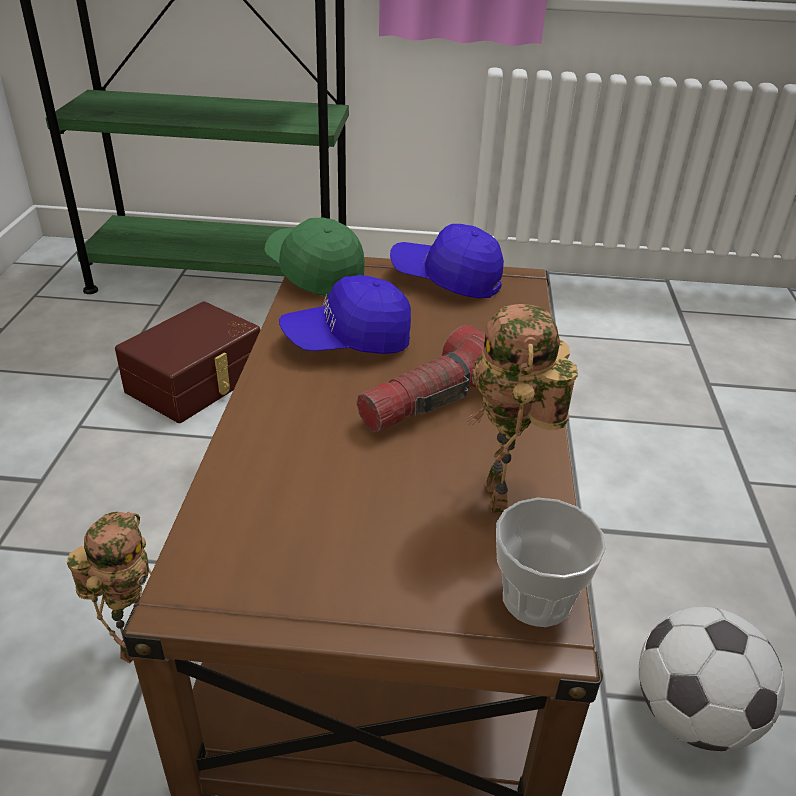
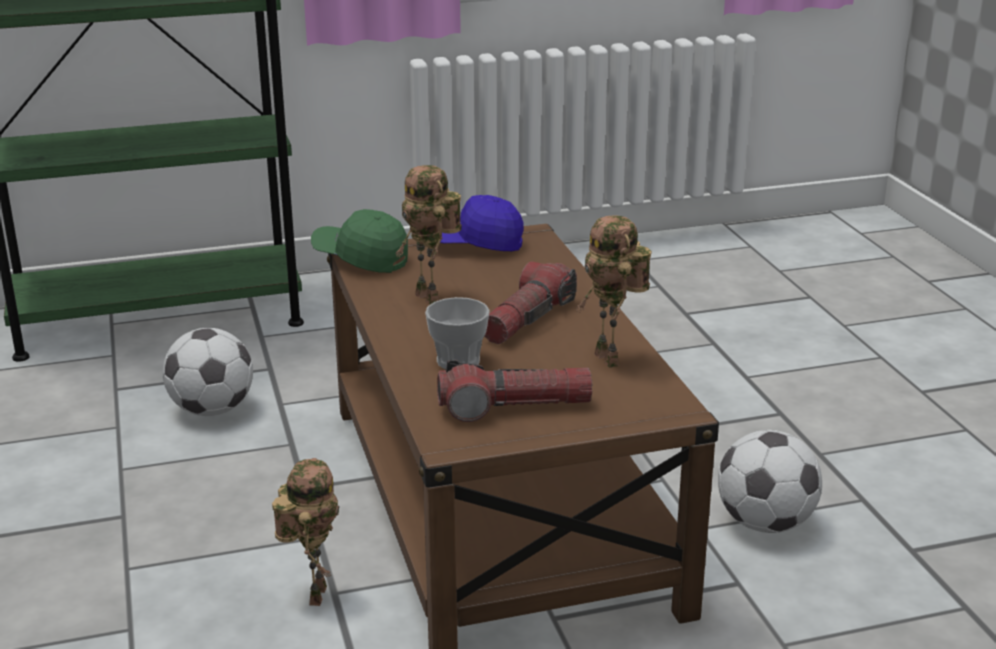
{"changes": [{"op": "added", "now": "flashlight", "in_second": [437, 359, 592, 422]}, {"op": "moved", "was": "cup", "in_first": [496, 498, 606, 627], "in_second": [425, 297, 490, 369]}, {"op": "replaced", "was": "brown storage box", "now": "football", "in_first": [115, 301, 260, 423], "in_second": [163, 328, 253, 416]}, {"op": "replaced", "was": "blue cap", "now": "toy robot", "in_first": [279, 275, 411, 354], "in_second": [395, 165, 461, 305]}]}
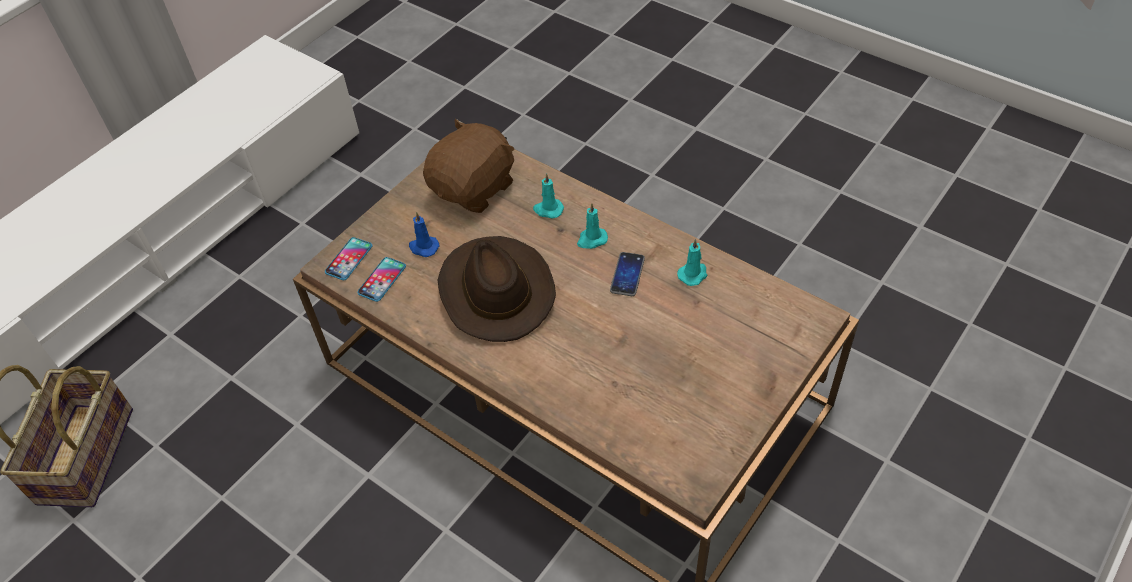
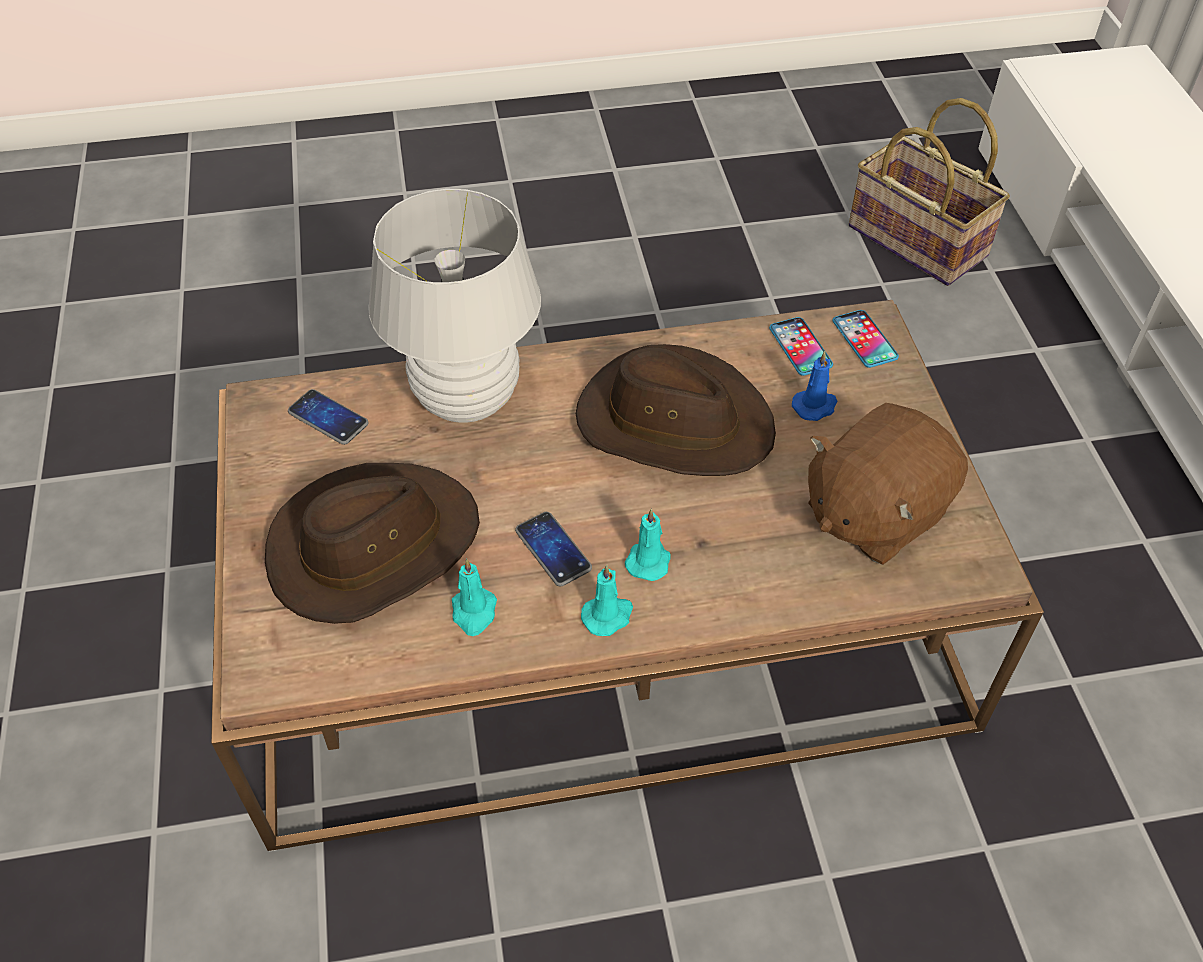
{"changes": [{"op": "added", "now": "brown hat", "in_second": [265, 463, 480, 624]}, {"op": "added", "now": "phone", "in_second": [288, 389, 369, 445]}, {"op": "added", "now": "white table lamp", "in_second": [368, 189, 541, 423]}, {"op": "moved", "was": "turquoise candle", "in_first": [533, 173, 564, 219], "in_second": [581, 565, 633, 636]}, {"op": "turned", "was": "brown plush toy", "in_first": [423, 119, 515, 213], "in_second": [808, 403, 968, 565], "clockwise": 60}]}
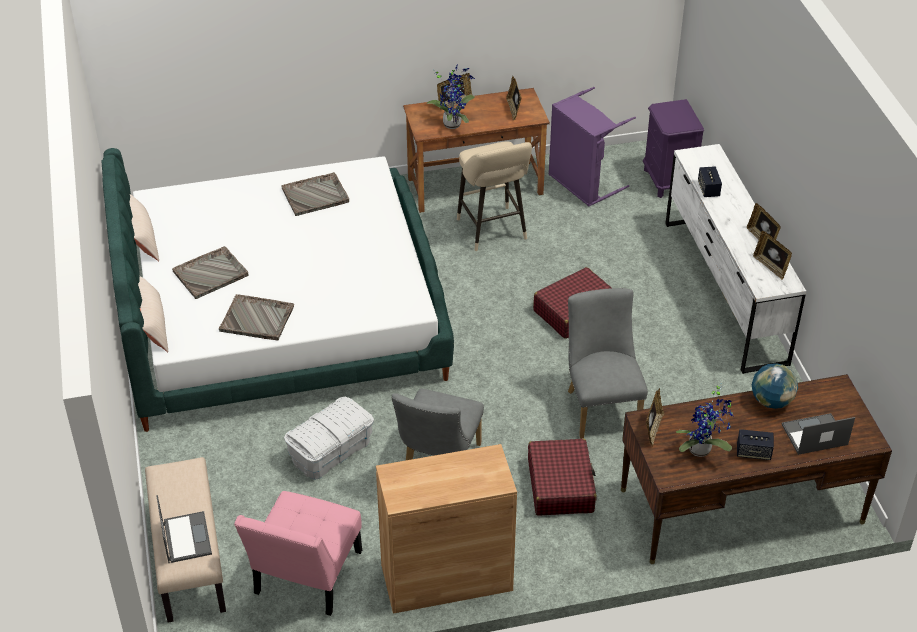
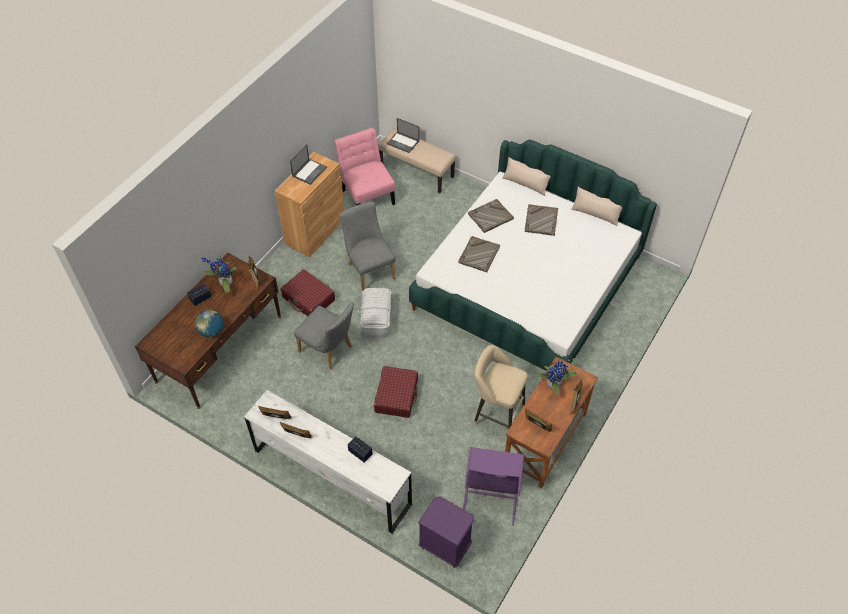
{"changes": [{"op": "moved", "was": "grey tray", "in_first": [281, 172, 349, 216], "in_second": [458, 236, 500, 272]}, {"op": "moved", "was": "white storage box", "in_first": [284, 397, 374, 480], "in_second": [360, 288, 391, 338]}, {"op": "moved", "was": "laptop", "in_first": [781, 413, 855, 455], "in_second": [290, 144, 327, 185]}]}
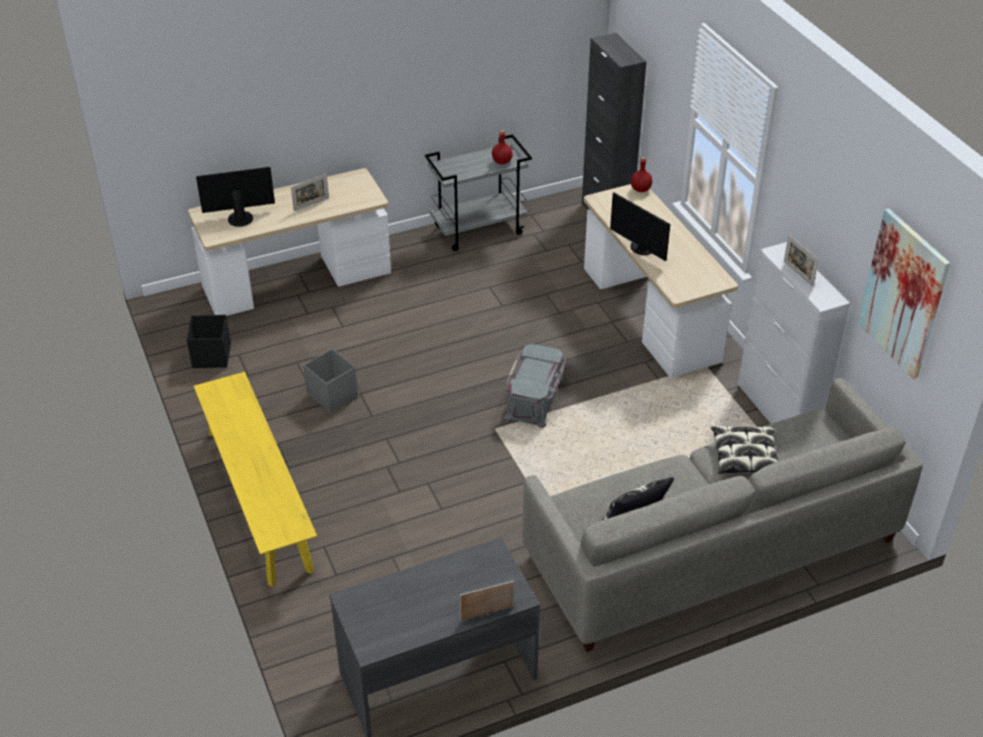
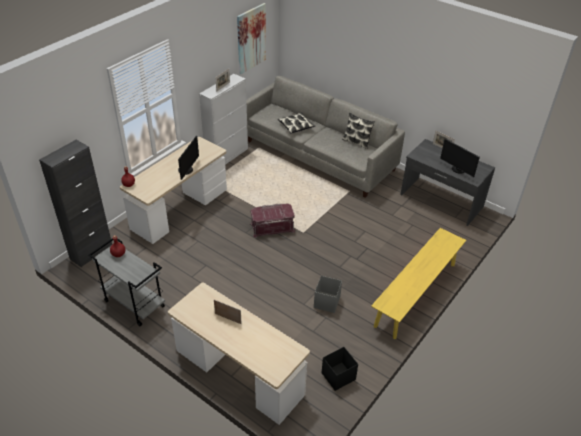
{"changes": [{"op": "moved", "was": "monitor", "in_first": [196, 167, 275, 227], "in_second": [440, 139, 480, 177]}, {"op": "recoloured", "was": "grey storage box", "now": "red storage box", "in_first": [504, 344, 566, 428], "in_second": [250, 203, 295, 238]}]}
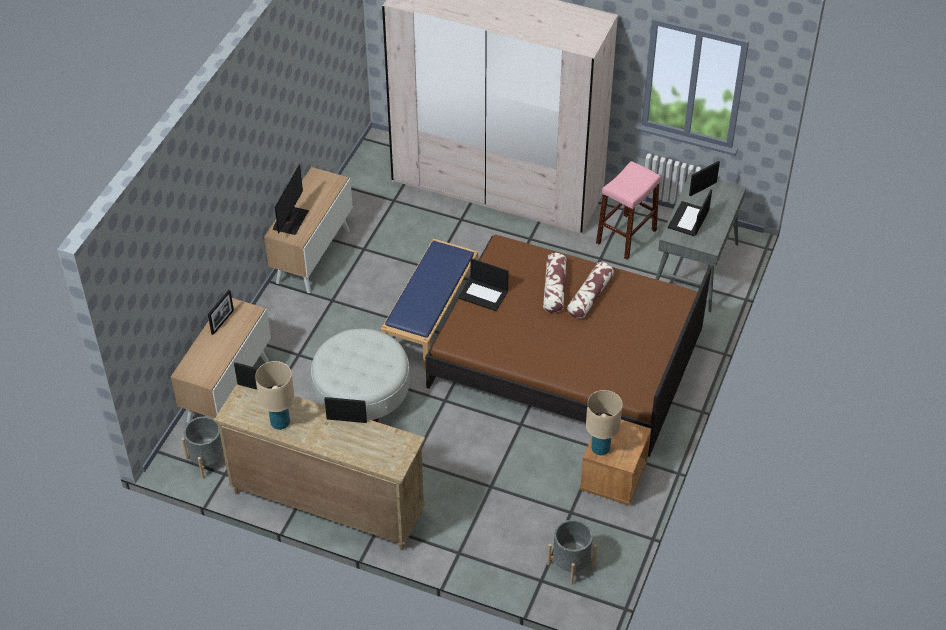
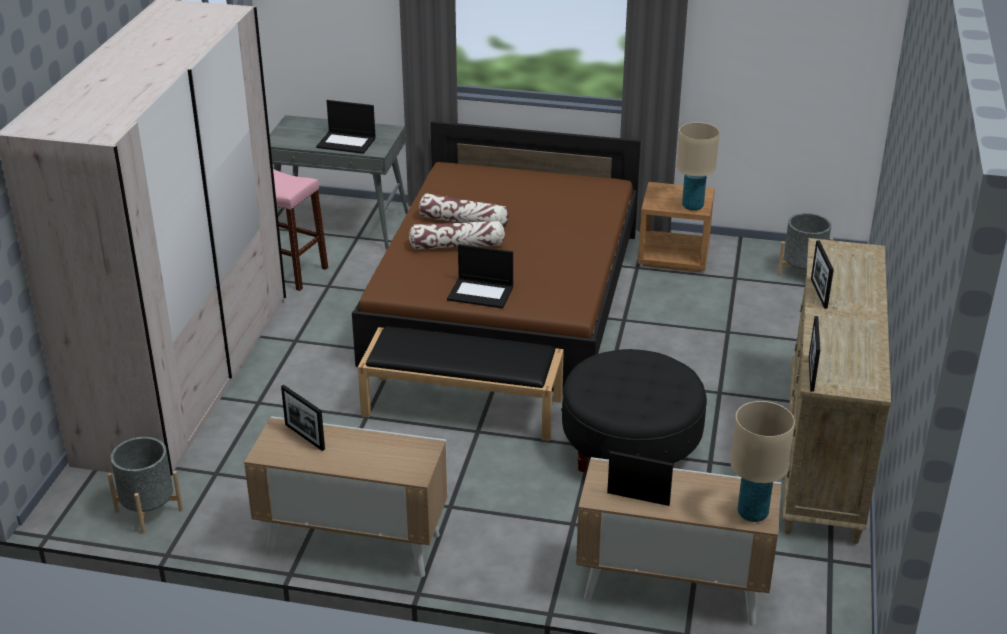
{"changes": [{"op": "removed", "was": "monitor", "in_first": [272, 164, 309, 235]}, {"op": "moved", "was": "grey planter", "in_first": [182, 416, 224, 479], "in_second": [107, 437, 183, 534]}, {"op": "moved", "was": "beige table lamp", "in_first": [255, 361, 295, 430], "in_second": [731, 401, 795, 522]}, {"op": "moved", "was": "picture frame", "in_first": [689, 161, 720, 196], "in_second": [281, 385, 325, 451]}, {"op": "recoloured", "was": "white ottoman", "now": "black ottoman", "in_first": [311, 328, 410, 422], "in_second": [561, 349, 707, 472]}, {"op": "recoloured", "was": "blue bench", "now": "black bench", "in_first": [381, 239, 478, 370], "in_second": [358, 327, 564, 441]}, {"op": "turned", "was": "laptop", "in_first": [458, 258, 509, 311], "in_second": [447, 244, 513, 308], "clockwise": 90}]}
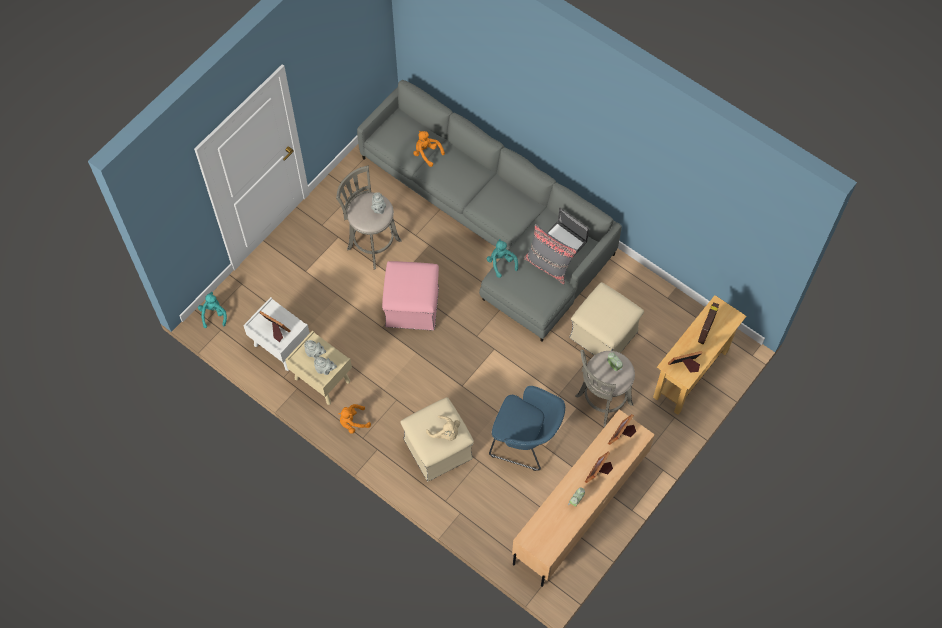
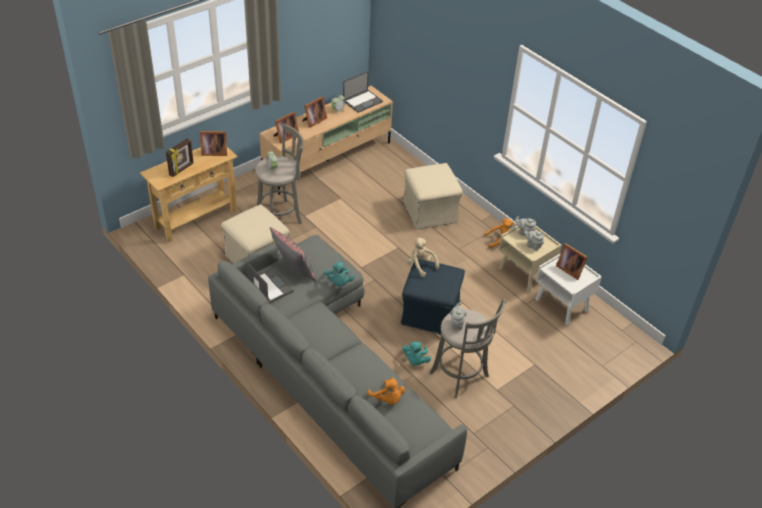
{"changes": [{"op": "removed", "was": "blue armchair", "in_first": [489, 386, 565, 471]}, {"op": "added", "now": "laptop", "in_second": [343, 71, 383, 113]}, {"op": "moved", "was": "turquoise plush toy", "in_first": [198, 292, 227, 328], "in_second": [402, 342, 431, 365]}, {"op": "moved", "was": "beige plush toy", "in_first": [426, 415, 460, 441], "in_second": [407, 238, 439, 277]}, {"op": "recoloured", "was": "pink ottoman", "now": "blue ottoman", "in_first": [382, 261, 439, 331], "in_second": [401, 259, 465, 334]}]}
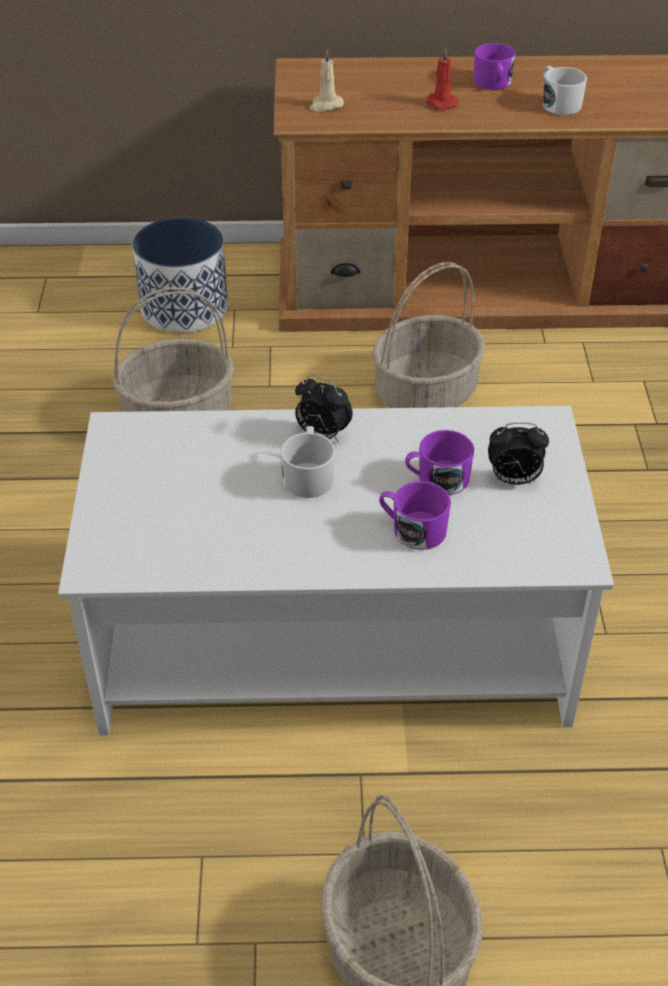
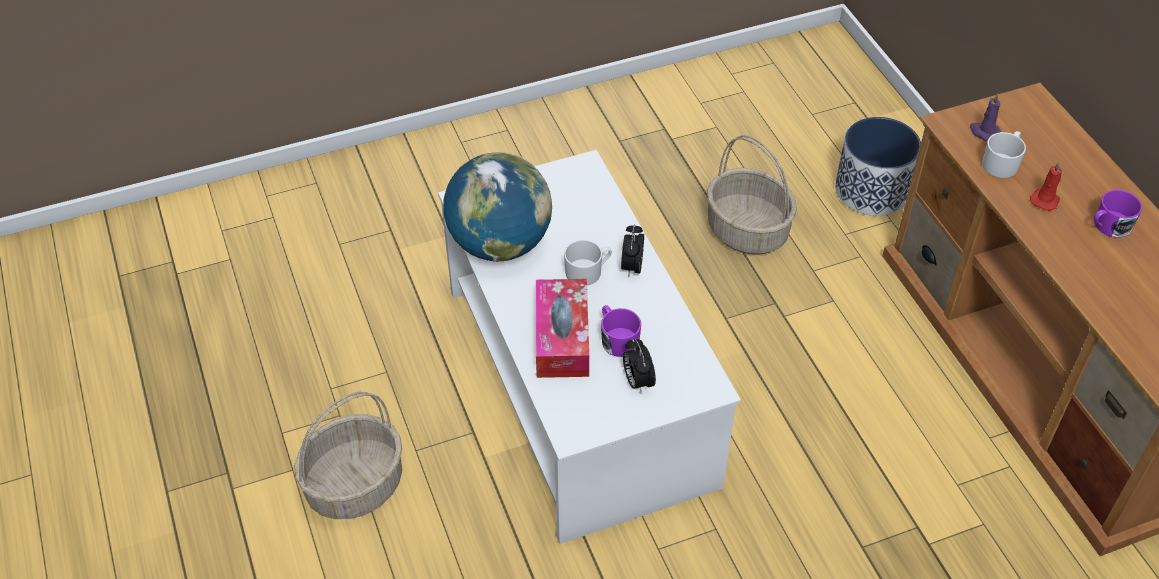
{"changes": [{"op": "removed", "was": "basket", "in_first": [372, 262, 486, 408]}, {"op": "added", "now": "globe", "in_second": [443, 152, 552, 262]}, {"op": "moved", "was": "white mug", "in_first": [543, 66, 587, 115], "in_second": [982, 131, 1026, 178]}, {"op": "replaced", "was": "purple mug", "now": "tissue box", "in_first": [379, 481, 451, 550], "in_second": [536, 279, 589, 378]}, {"op": "recoloured", "was": "beige candle", "now": "purple candle", "in_first": [309, 49, 344, 111], "in_second": [970, 93, 1001, 141]}]}
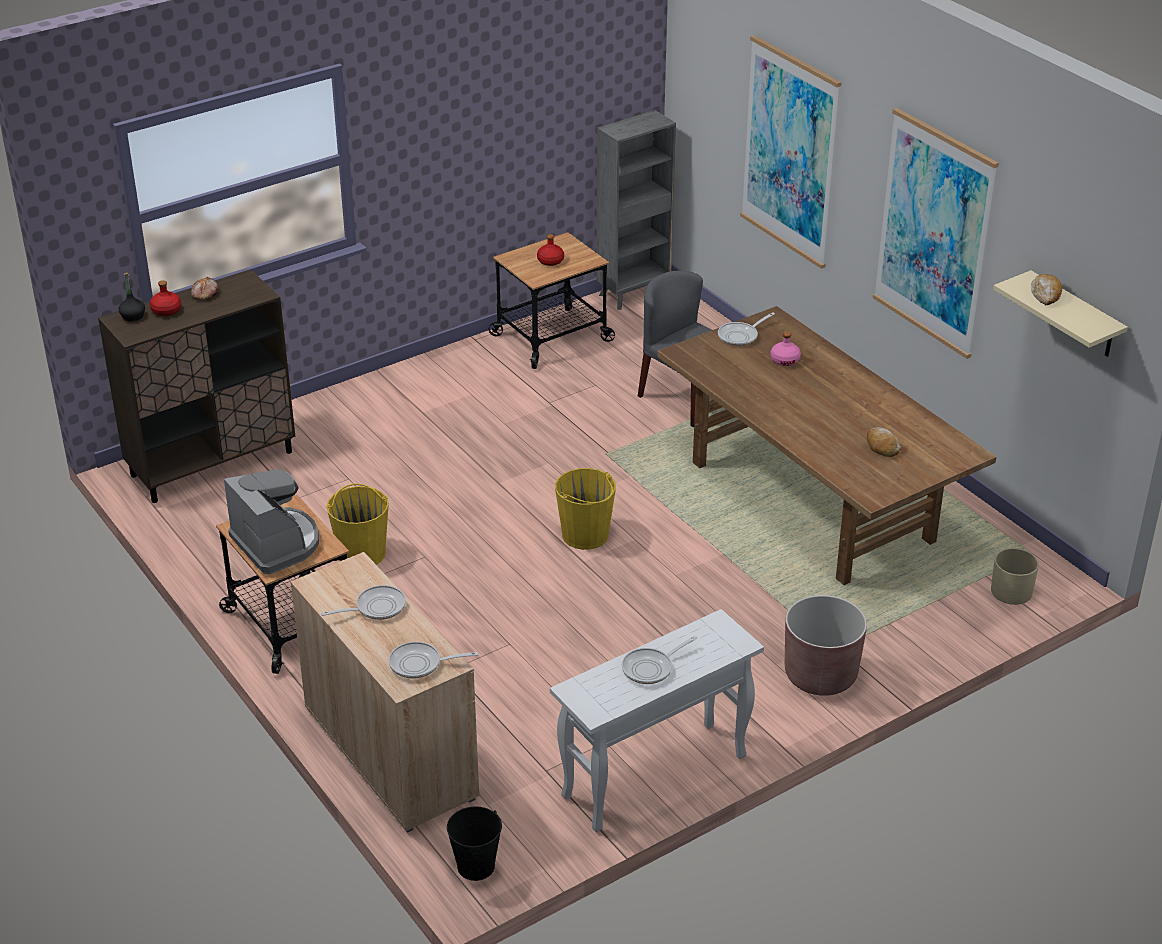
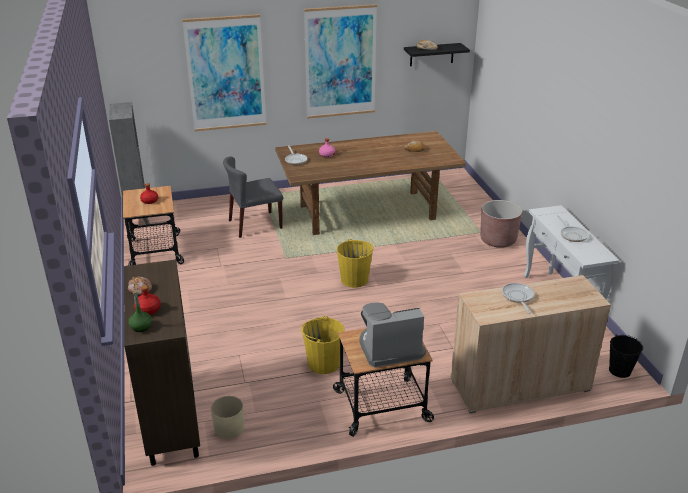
{"changes": [{"op": "removed", "was": "frying pan", "in_first": [389, 642, 479, 679]}, {"op": "moved", "was": "beige planter", "in_first": [991, 548, 1039, 605], "in_second": [211, 396, 244, 439]}, {"op": "recoloured", "was": "black bottle", "now": "green bottle", "in_first": [118, 273, 145, 322], "in_second": [128, 291, 152, 332]}, {"op": "recoloured", "was": "beige shelf", "now": "black shelf", "in_first": [993, 270, 1128, 357], "in_second": [404, 43, 470, 66]}]}
